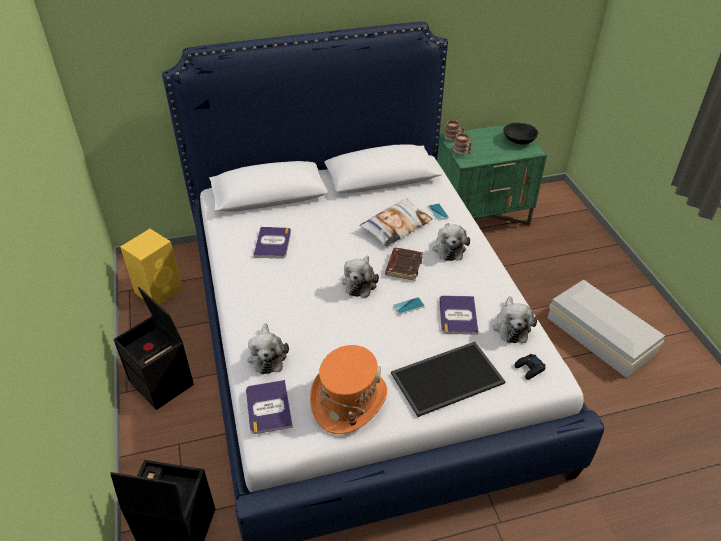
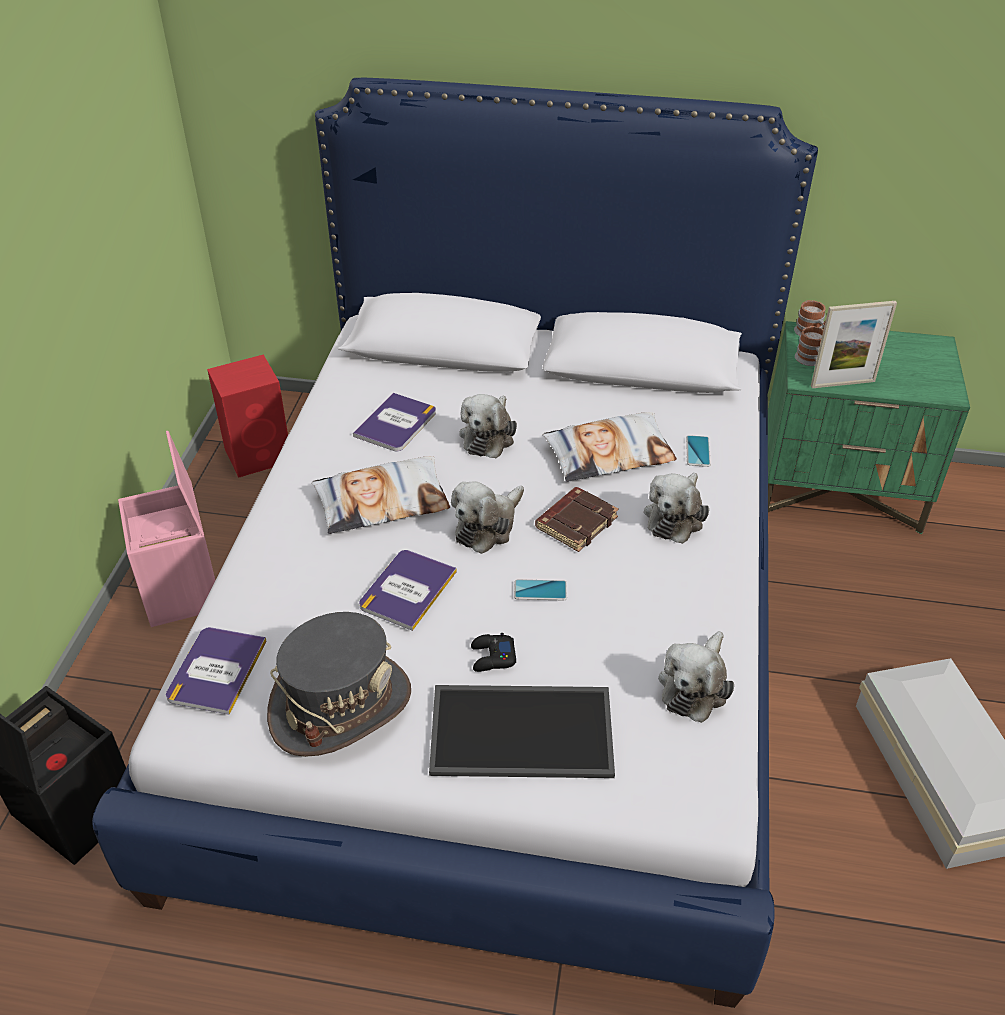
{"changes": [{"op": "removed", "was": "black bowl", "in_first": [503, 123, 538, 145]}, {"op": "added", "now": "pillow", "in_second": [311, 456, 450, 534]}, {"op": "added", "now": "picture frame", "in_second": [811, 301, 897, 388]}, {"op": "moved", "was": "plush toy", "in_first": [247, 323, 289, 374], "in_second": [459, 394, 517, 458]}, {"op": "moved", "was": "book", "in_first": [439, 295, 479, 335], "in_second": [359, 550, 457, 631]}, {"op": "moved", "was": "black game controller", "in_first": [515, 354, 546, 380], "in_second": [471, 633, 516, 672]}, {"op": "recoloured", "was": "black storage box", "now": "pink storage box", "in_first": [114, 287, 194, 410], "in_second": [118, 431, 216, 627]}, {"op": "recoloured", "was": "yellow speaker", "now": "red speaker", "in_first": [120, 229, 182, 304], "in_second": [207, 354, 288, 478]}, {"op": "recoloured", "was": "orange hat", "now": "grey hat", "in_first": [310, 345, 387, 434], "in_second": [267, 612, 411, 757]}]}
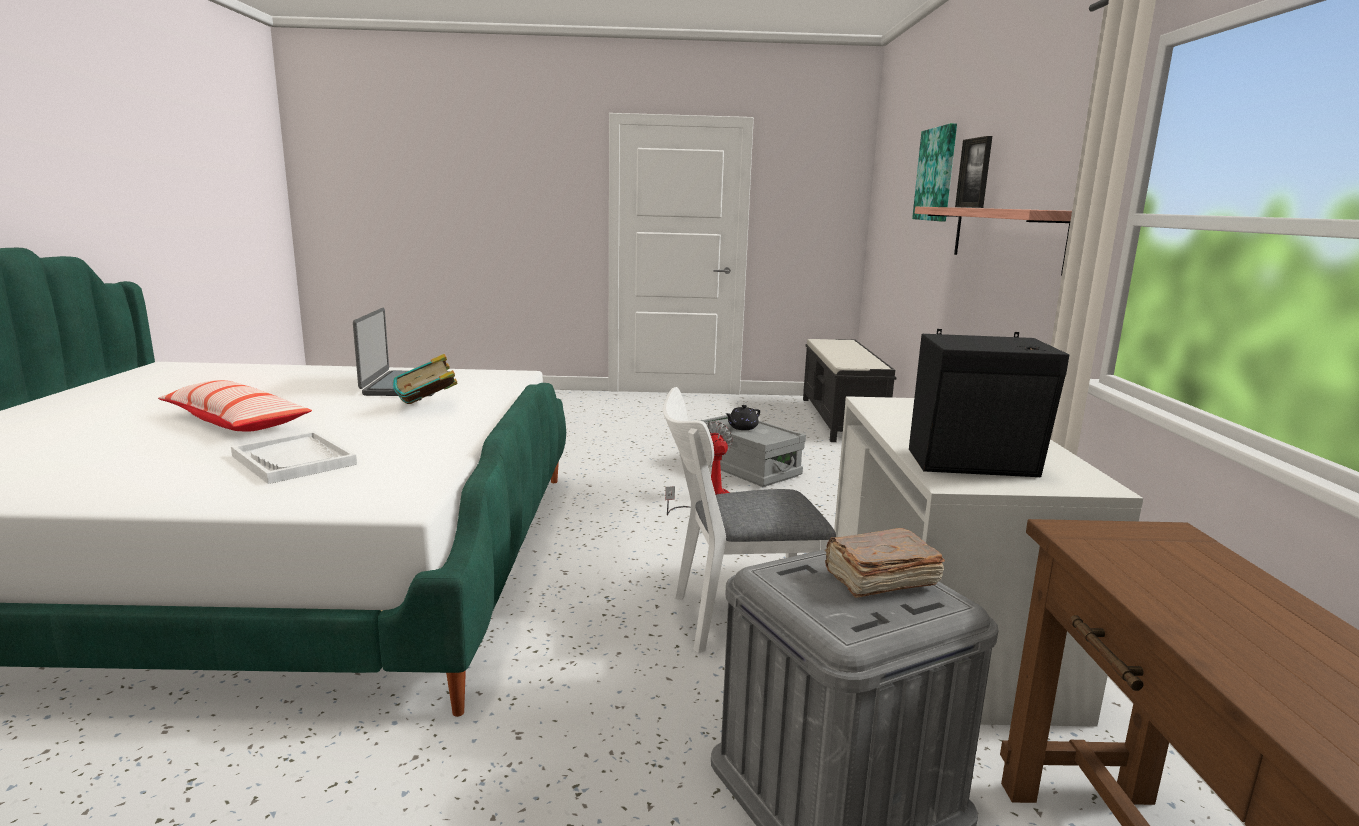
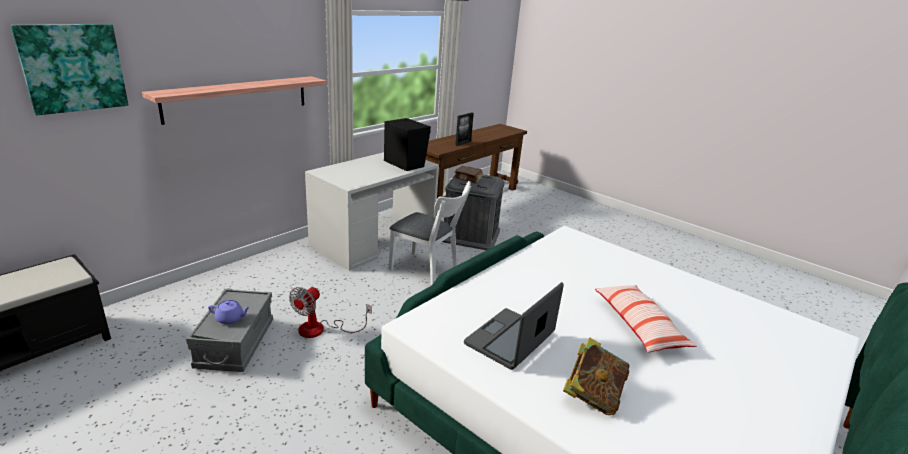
{"changes": [{"op": "removed", "was": "white tray", "in_first": [231, 431, 357, 484]}, {"op": "moved", "was": "book", "in_first": [393, 354, 458, 404], "in_second": [563, 338, 629, 415]}, {"op": "moved", "was": "picture frame", "in_first": [955, 136, 992, 208], "in_second": [455, 113, 474, 146]}, {"op": "recoloured", "was": "black teapot", "now": "purple teapot", "in_first": [726, 405, 760, 430], "in_second": [208, 300, 251, 324]}]}
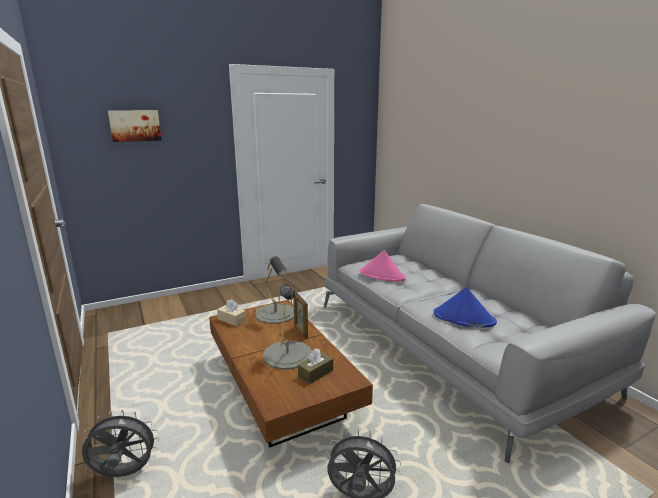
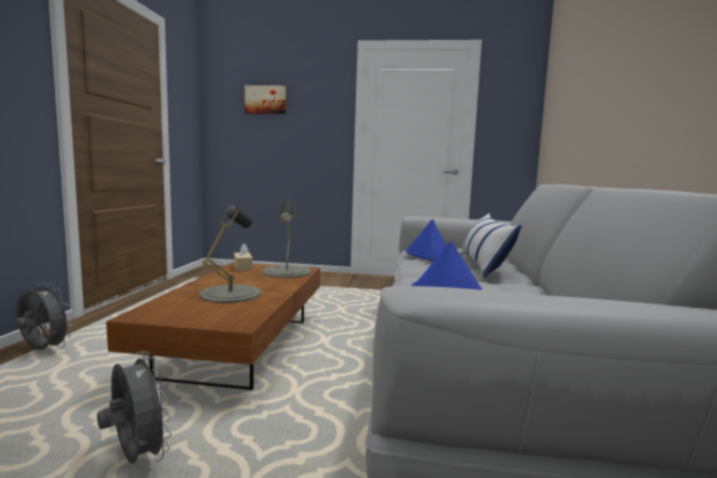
{"changes": [{"op": "removed", "was": "picture frame", "in_first": [293, 293, 308, 339]}, {"op": "removed", "was": "brown tissue box", "in_first": [298, 348, 333, 384]}, {"op": "added", "now": "pillow", "in_second": [460, 213, 522, 278]}, {"op": "recoloured", "was": "pink hat", "now": "blue hat", "in_first": [360, 250, 406, 282], "in_second": [405, 219, 446, 261]}]}
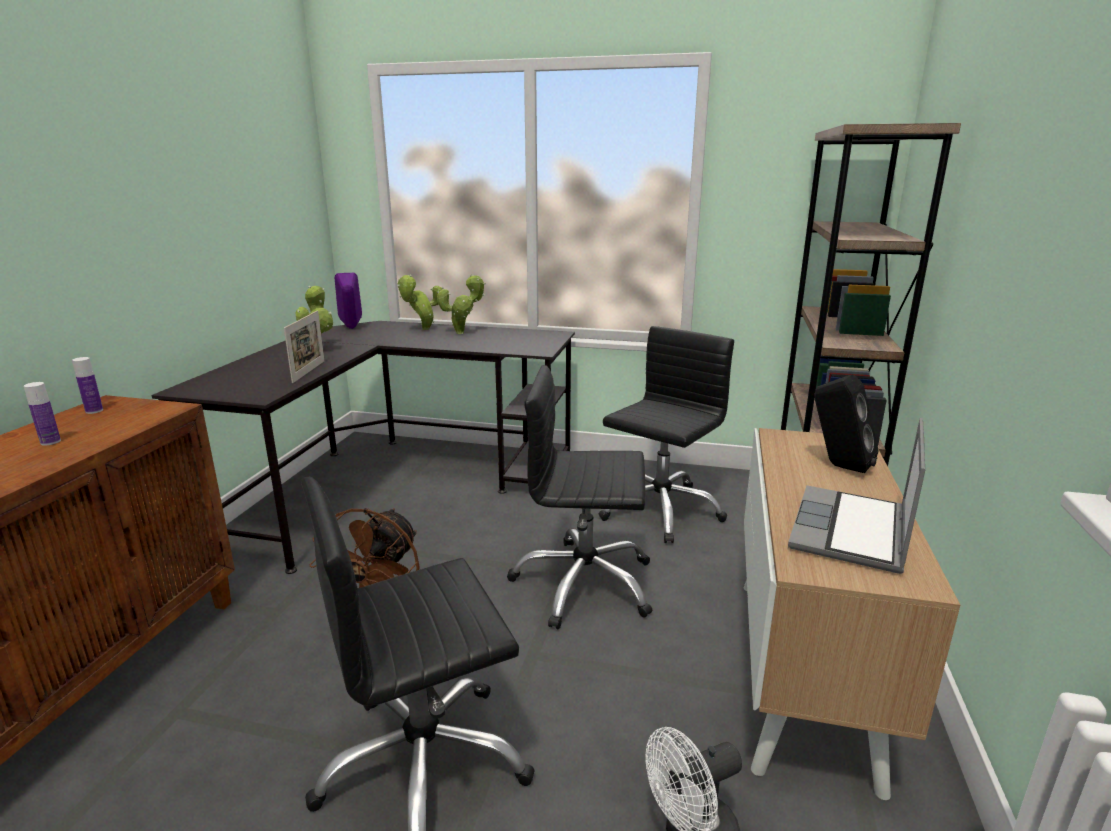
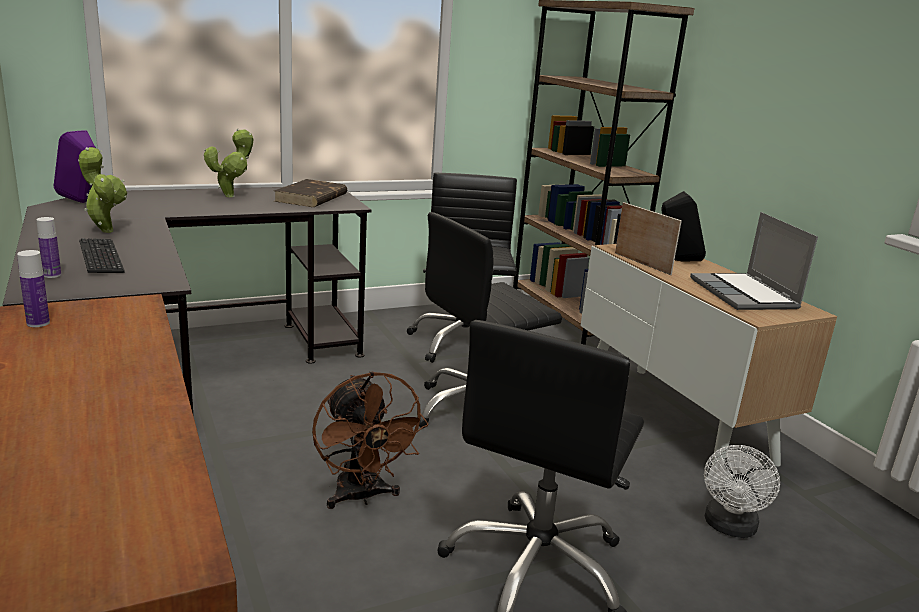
{"changes": [{"op": "removed", "was": "potted plant", "in_first": [397, 275, 443, 330]}, {"op": "added", "now": "keyboard", "in_second": [79, 238, 125, 273]}, {"op": "added", "now": "brown book", "in_second": [274, 179, 347, 207]}, {"op": "moved", "was": "bottle", "in_first": [24, 382, 61, 446], "in_second": [36, 217, 61, 278]}, {"op": "moved", "was": "picture frame", "in_first": [284, 311, 325, 383], "in_second": [615, 202, 682, 275]}]}
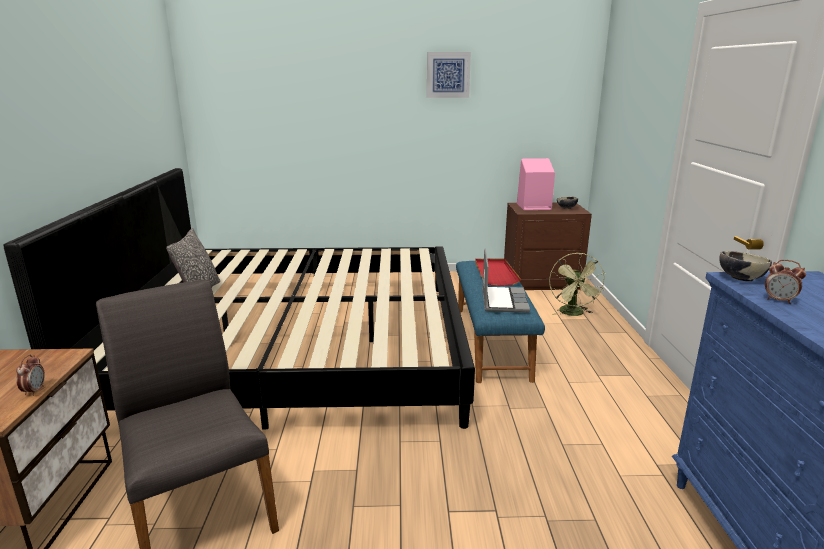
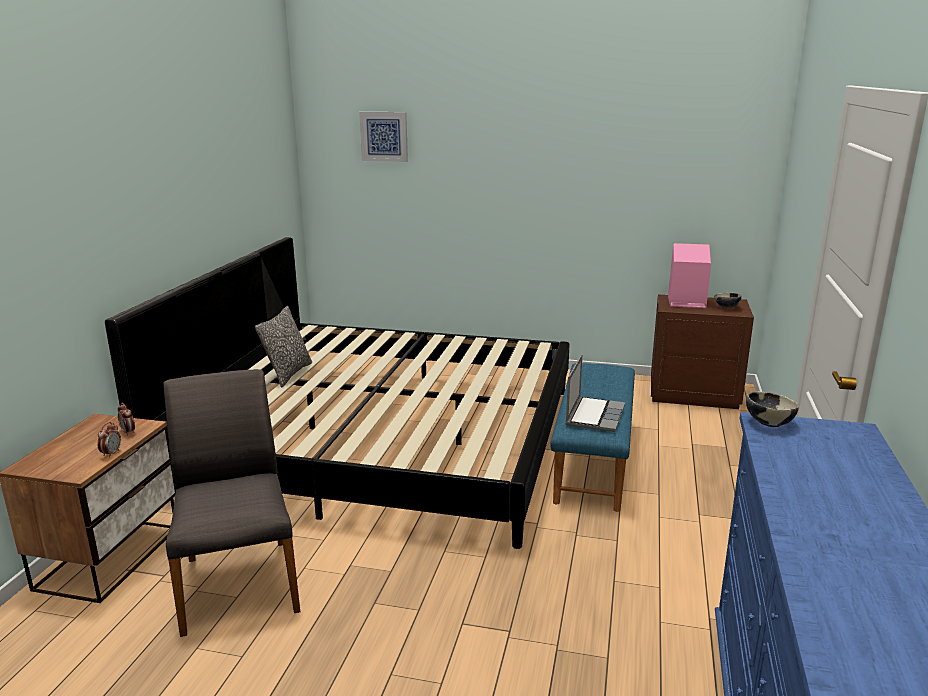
{"changes": [{"op": "removed", "was": "red tray", "in_first": [475, 258, 521, 286]}, {"op": "removed", "was": "green fan", "in_first": [549, 253, 606, 316]}, {"op": "moved", "was": "picture", "in_first": [427, 52, 471, 98], "in_second": [359, 112, 408, 162]}, {"op": "moved", "was": "alarm clock", "in_first": [765, 260, 806, 304], "in_second": [118, 403, 135, 436]}]}
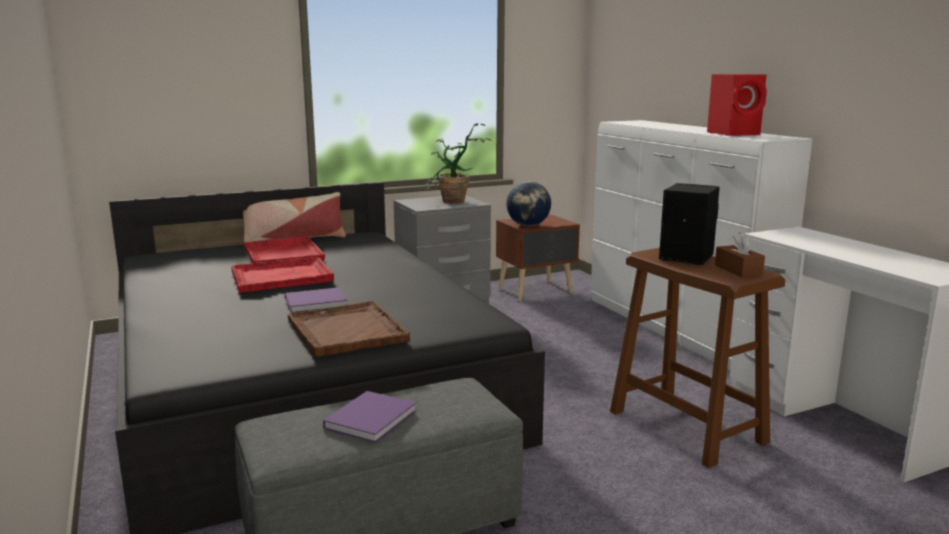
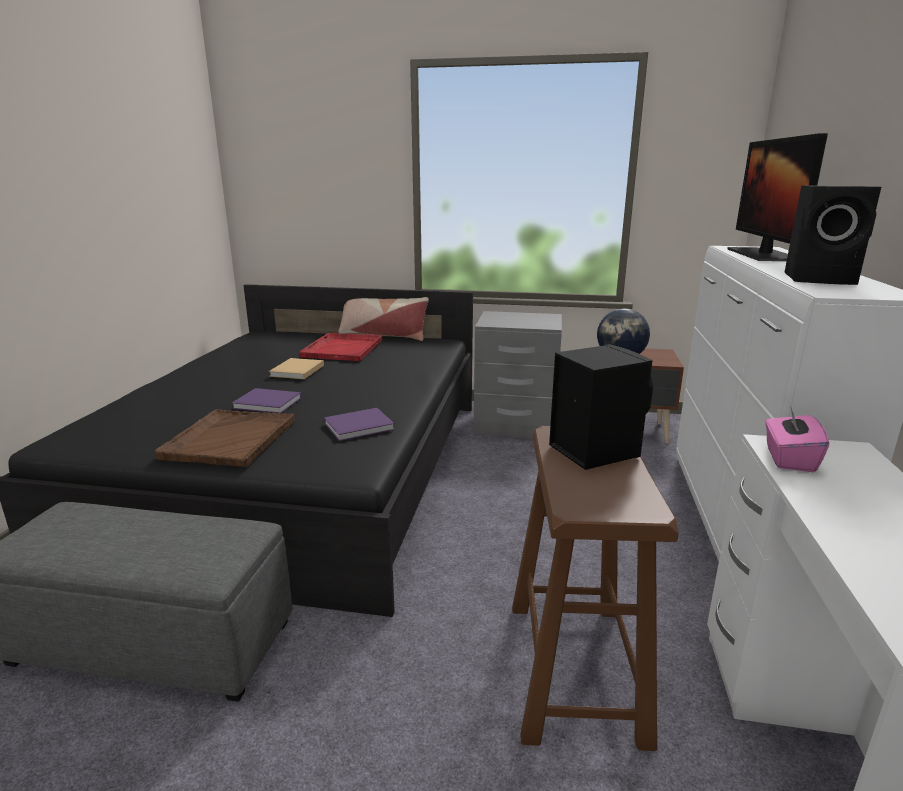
{"changes": [{"op": "removed", "was": "potted plant", "in_first": [424, 123, 491, 204]}, {"op": "removed", "was": "brown tissue box", "in_first": [715, 232, 765, 277]}, {"op": "added", "now": "monitor", "in_second": [727, 133, 828, 261]}, {"op": "added", "now": "pink tissue box", "in_second": [765, 406, 829, 472]}, {"op": "moved", "was": "purple book", "in_first": [323, 391, 417, 443], "in_second": [324, 408, 395, 441]}, {"op": "replaced", "was": "red tray", "now": "beige book", "in_first": [231, 257, 334, 292], "in_second": [269, 358, 324, 379]}, {"op": "recoloured", "was": "red speaker", "now": "black speaker", "in_first": [707, 74, 767, 136], "in_second": [784, 185, 881, 285]}]}
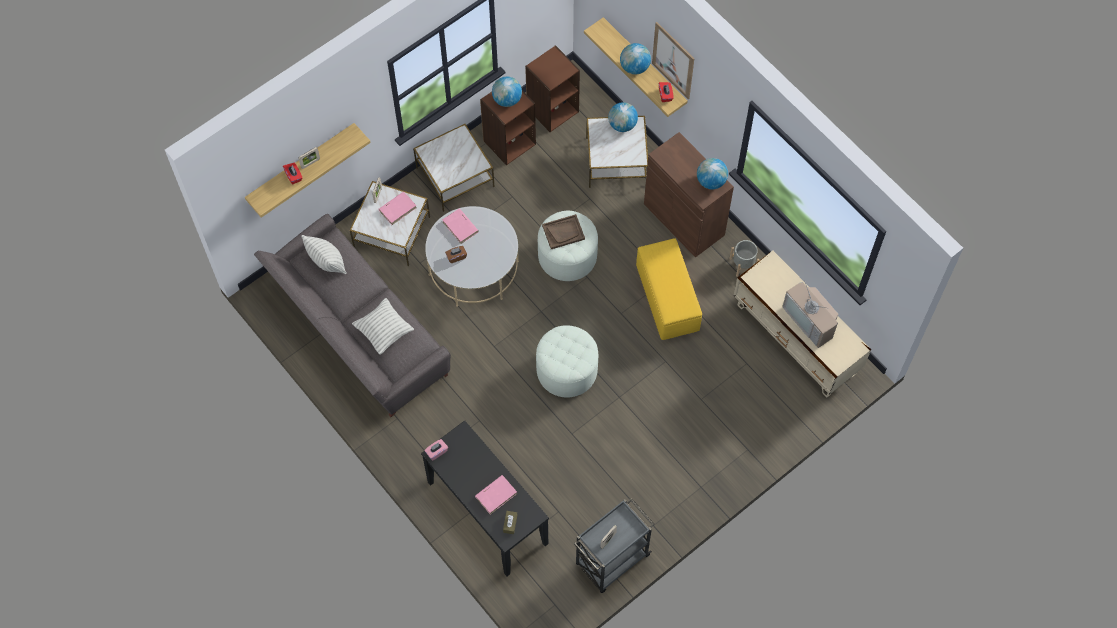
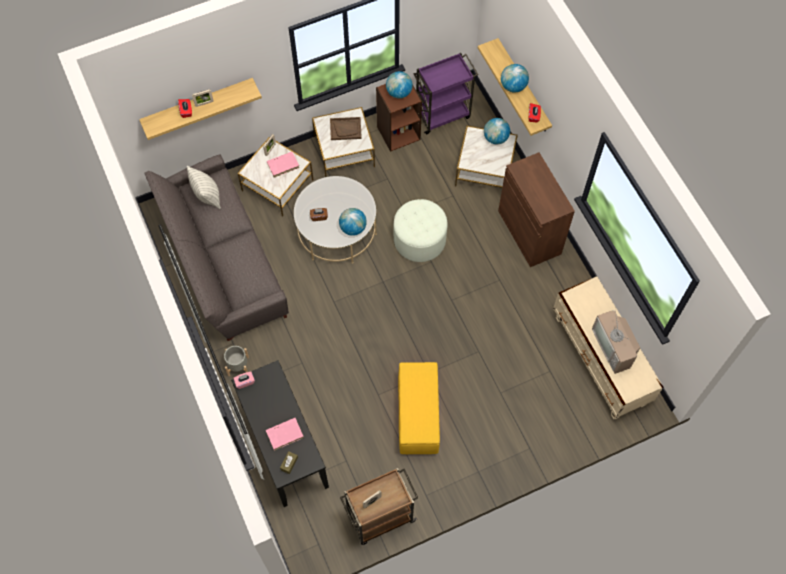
{"changes": [{"op": "removed", "was": "pillow", "in_first": [352, 298, 414, 355]}, {"op": "removed", "was": "pink book", "in_first": [442, 208, 479, 244]}, {"op": "removed", "was": "white ottoman", "in_first": [536, 325, 598, 398]}, {"op": "removed", "was": "picture", "in_first": [652, 22, 694, 99]}, {"op": "moved", "was": "brown tray", "in_first": [542, 214, 585, 249], "in_second": [330, 117, 362, 140]}, {"op": "moved", "was": "yellow ottoman", "in_first": [636, 238, 702, 340], "in_second": [398, 362, 440, 454]}, {"op": "moved", "was": "globe", "in_first": [697, 158, 728, 189], "in_second": [339, 208, 367, 236]}, {"op": "moved", "was": "grey planter", "in_first": [729, 240, 760, 277], "in_second": [224, 346, 249, 376]}, {"op": "replaced", "was": "brown bookcase", "now": "purple cart", "in_first": [525, 45, 580, 132], "in_second": [413, 53, 478, 135]}, {"op": "recoloured", "was": "grey cart", "now": "brown cart", "in_first": [574, 498, 654, 593], "in_second": [340, 468, 418, 545]}]}
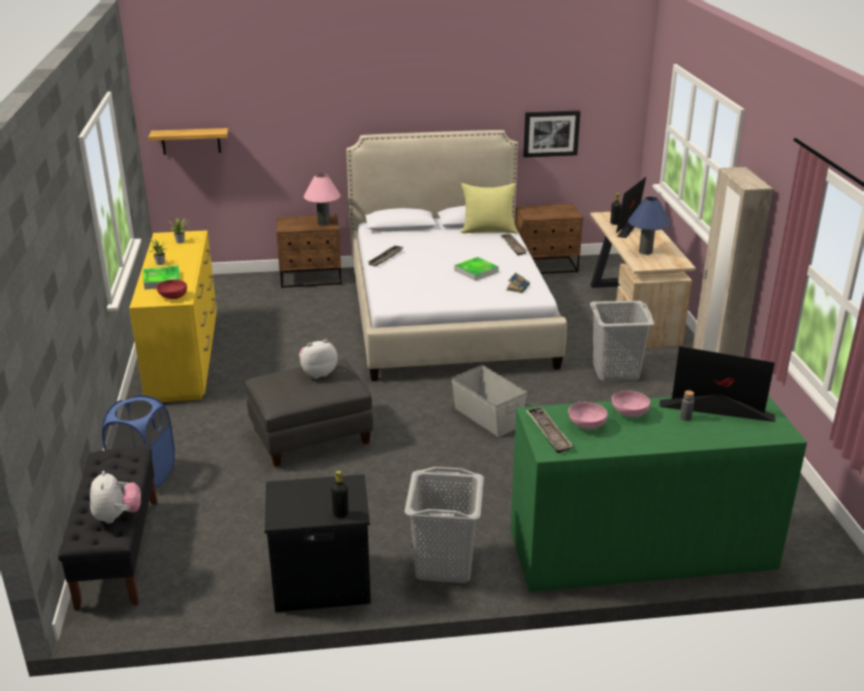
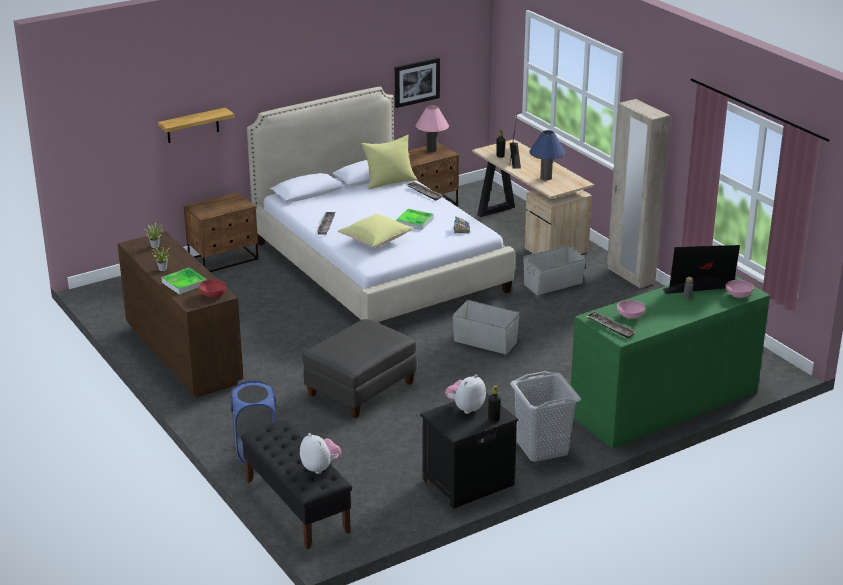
{"changes": [{"op": "added", "now": "yellow pillow", "in_second": [338, 213, 414, 248]}, {"op": "moved", "was": "shelf", "in_first": [149, 128, 228, 155], "in_second": [158, 108, 234, 143]}, {"op": "moved", "was": "plush toy", "in_first": [299, 340, 338, 379], "in_second": [445, 374, 486, 414]}, {"op": "moved", "was": "pink table lamp", "in_first": [304, 173, 341, 226], "in_second": [416, 105, 449, 152]}, {"op": "moved", "was": "pink bowl", "in_first": [612, 391, 650, 417], "in_second": [726, 280, 754, 298]}, {"op": "replaced", "was": "grey laundry basket", "now": "grey storage box", "in_first": [590, 301, 654, 381], "in_second": [523, 245, 586, 295]}, {"op": "recoloured", "was": "yellow dresser", "now": "brown dresser", "in_first": [129, 230, 217, 402], "in_second": [117, 231, 244, 398]}]}
